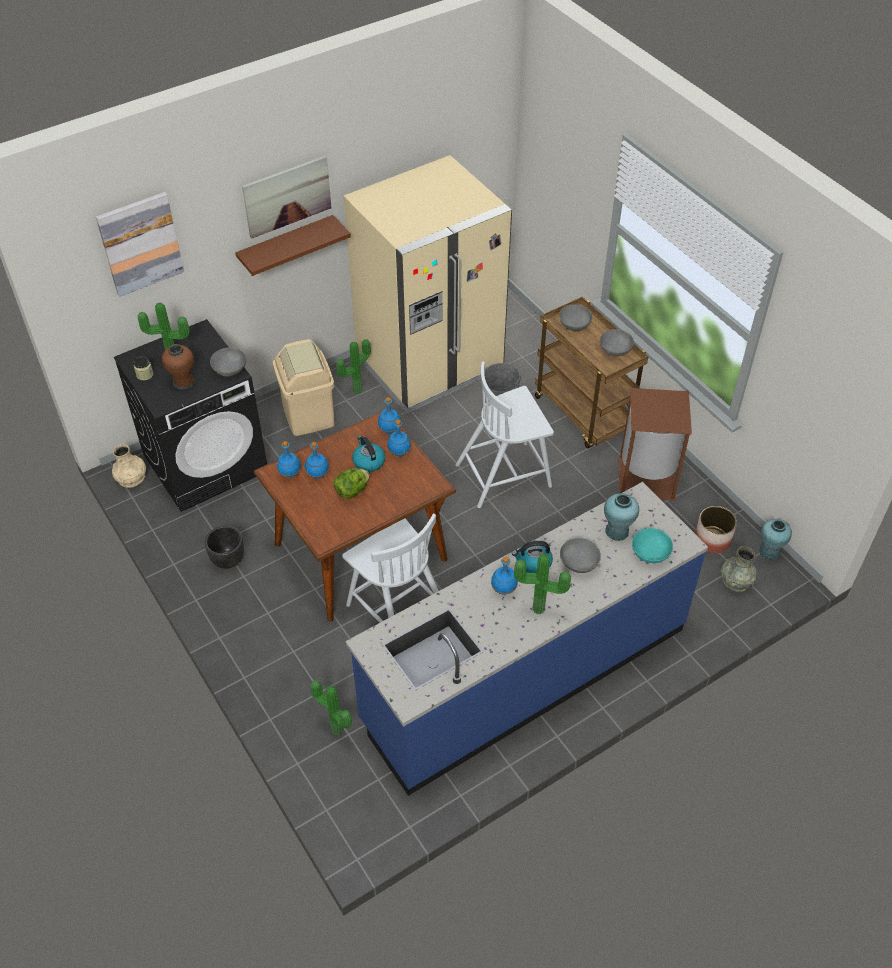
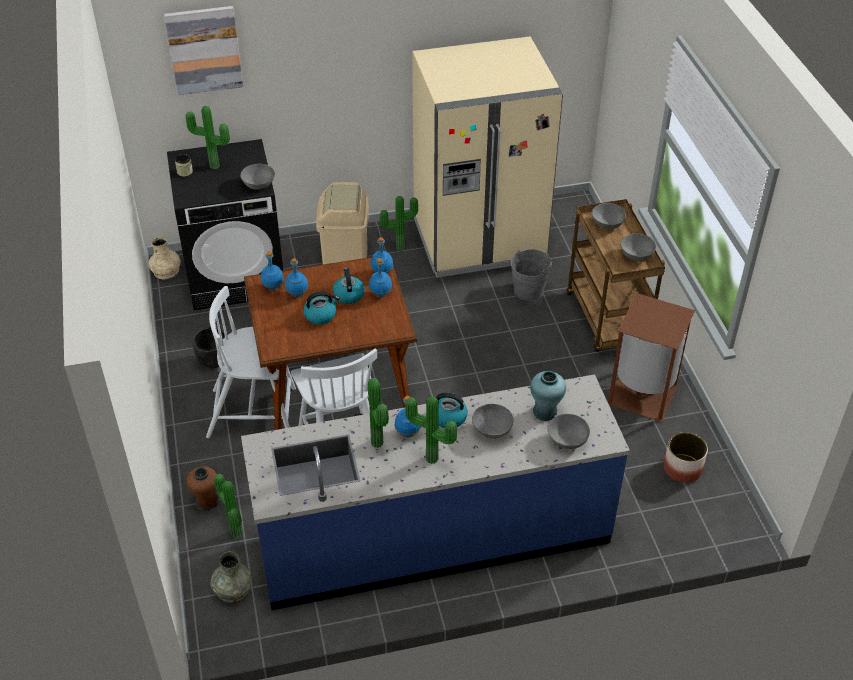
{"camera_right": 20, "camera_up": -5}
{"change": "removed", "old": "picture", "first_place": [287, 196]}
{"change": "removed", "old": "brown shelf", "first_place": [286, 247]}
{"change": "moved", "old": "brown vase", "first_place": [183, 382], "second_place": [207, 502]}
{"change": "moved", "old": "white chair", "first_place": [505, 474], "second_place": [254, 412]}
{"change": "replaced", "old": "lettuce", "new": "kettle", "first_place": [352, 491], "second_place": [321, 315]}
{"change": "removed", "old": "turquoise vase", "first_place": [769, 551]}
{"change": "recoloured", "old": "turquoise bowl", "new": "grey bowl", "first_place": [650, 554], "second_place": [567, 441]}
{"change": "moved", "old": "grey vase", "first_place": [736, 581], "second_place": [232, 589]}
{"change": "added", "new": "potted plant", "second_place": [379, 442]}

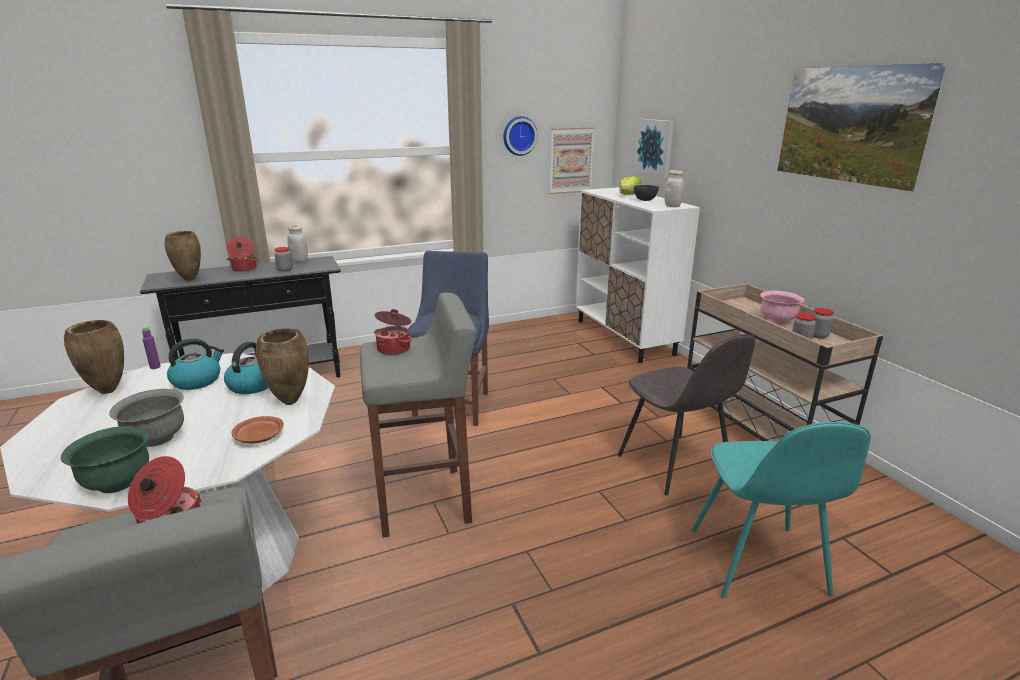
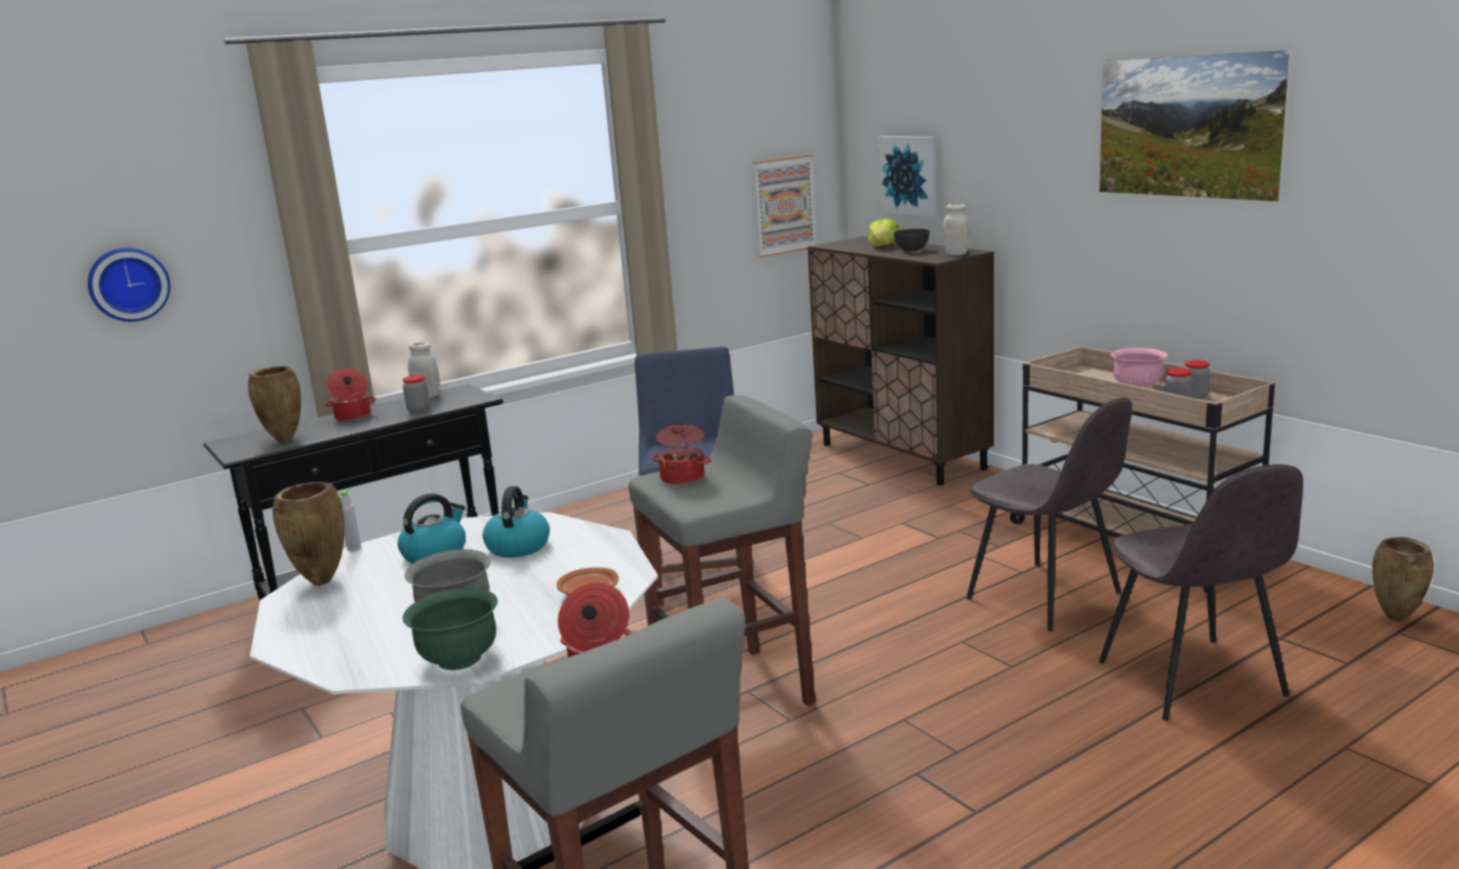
{"camera_right": -10, "camera_up": -5}
{"change": "moved", "old": "wall clock", "first_place": [519, 136], "second_place": [128, 284]}
{"change": "recoloured", "old": "white cabinet", "new": "brown cabinet", "first_place": [624, 337], "second_place": [902, 456]}
{"change": "recoloured", "old": "purple bottle", "new": "grey bottle", "first_place": [155, 367], "second_place": [354, 548]}
{"change": "moved", "old": "brown vase", "first_place": [290, 402], "second_place": [1397, 619]}
{"change": "recoloured", "old": "turquoise chair", "new": "grey chair", "first_place": [758, 564], "second_place": [1193, 681]}

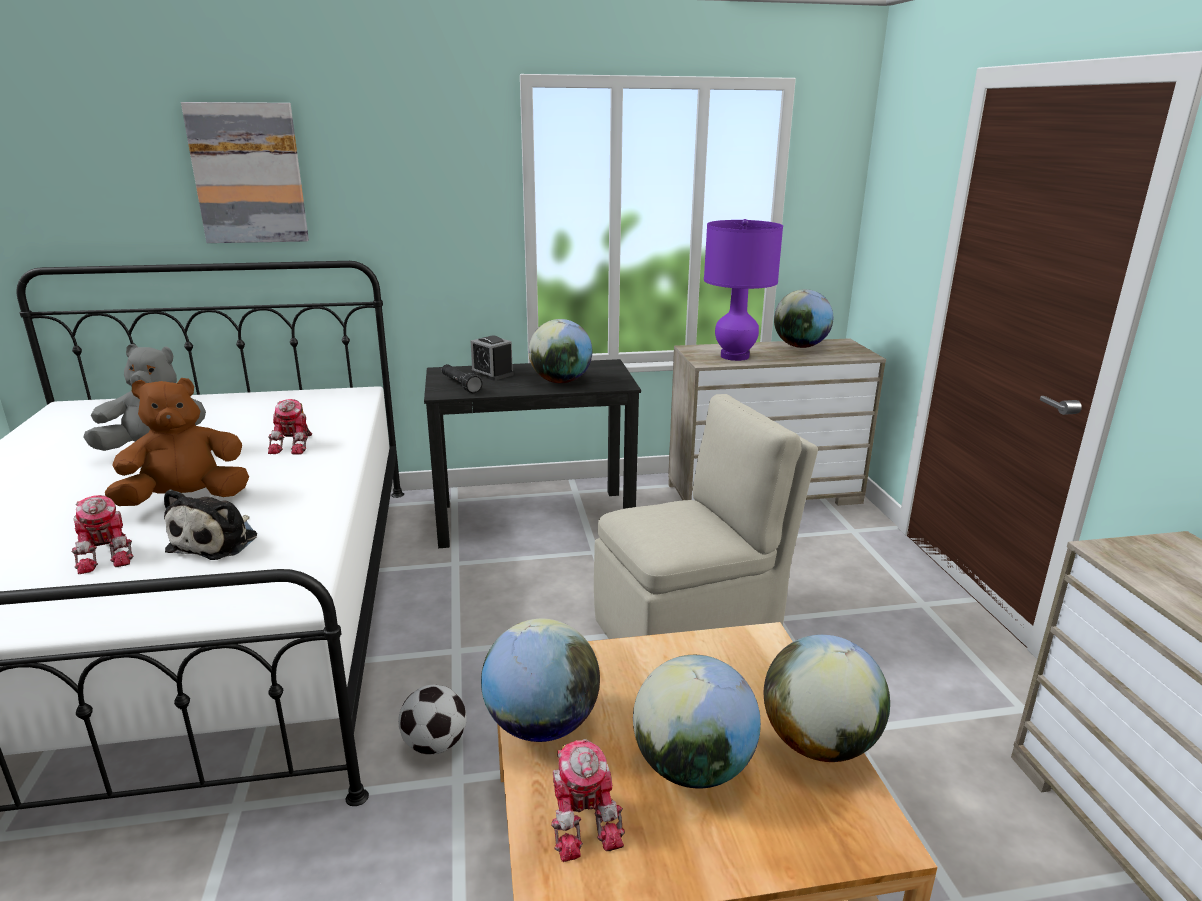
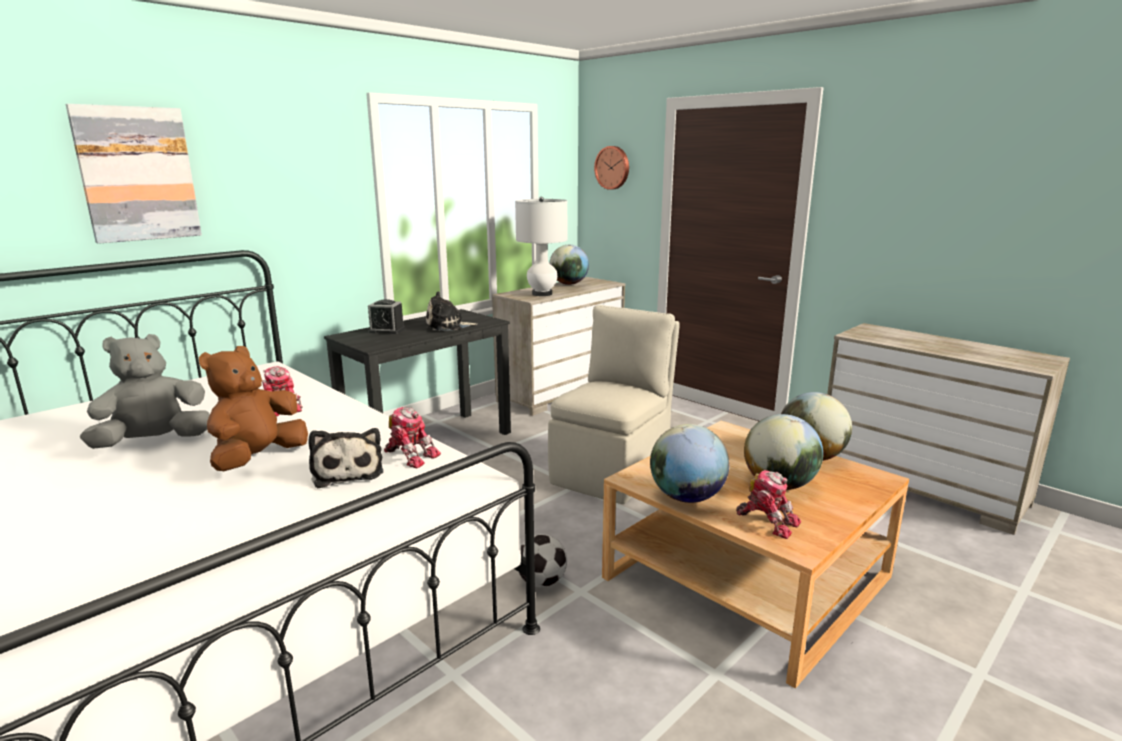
{"camera_right": -35, "camera_up": -5}
{"change": "recoloured", "old": "purple table lamp", "new": "white table lamp", "first_place": [734, 356], "second_place": [542, 294]}
{"change": "replaced", "old": "globe", "new": "plush toy", "first_place": [560, 381], "second_place": [447, 326]}
{"change": "removed", "old": "black flashlight", "first_place": [460, 385]}
{"change": "moved", "old": "toy robot", "first_place": [109, 554], "second_place": [410, 455]}
{"change": "added", "new": "wall clock", "second_place": [613, 167]}

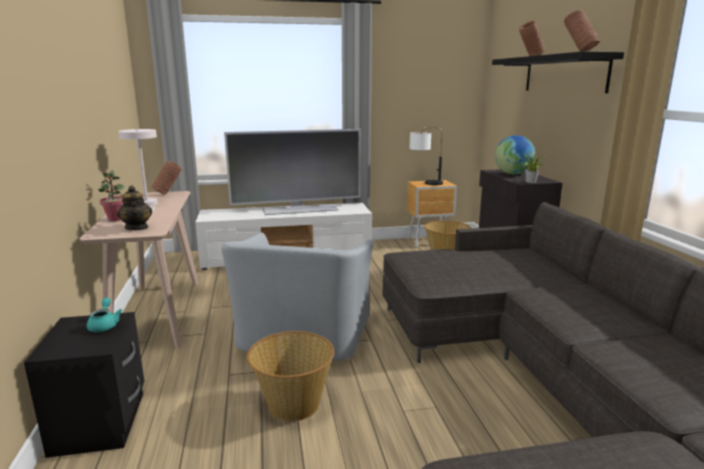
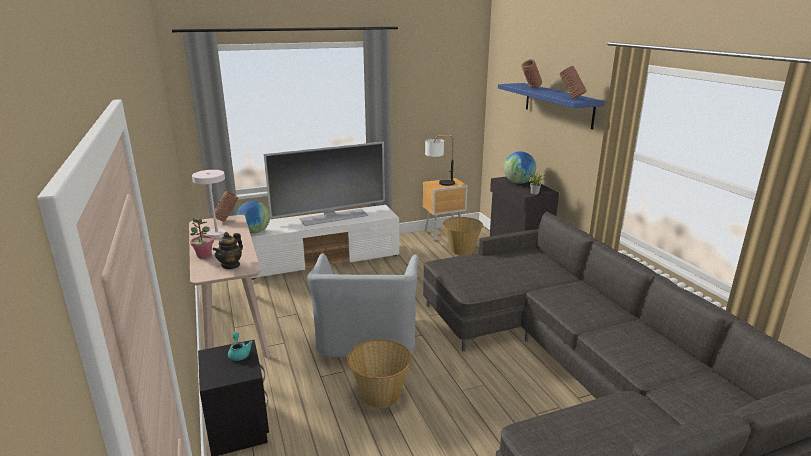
{"camera_right": -10, "camera_up": 5}
{"change": "recoloured", "old": "black shelf", "new": "blue shelf", "first_place": [564, 74], "second_place": [558, 104]}
{"change": "turned", "old": "teapot", "first_place": [137, 228], "second_place": [231, 265], "degrees": 60}
{"change": "added", "new": "globe", "second_place": [255, 231]}

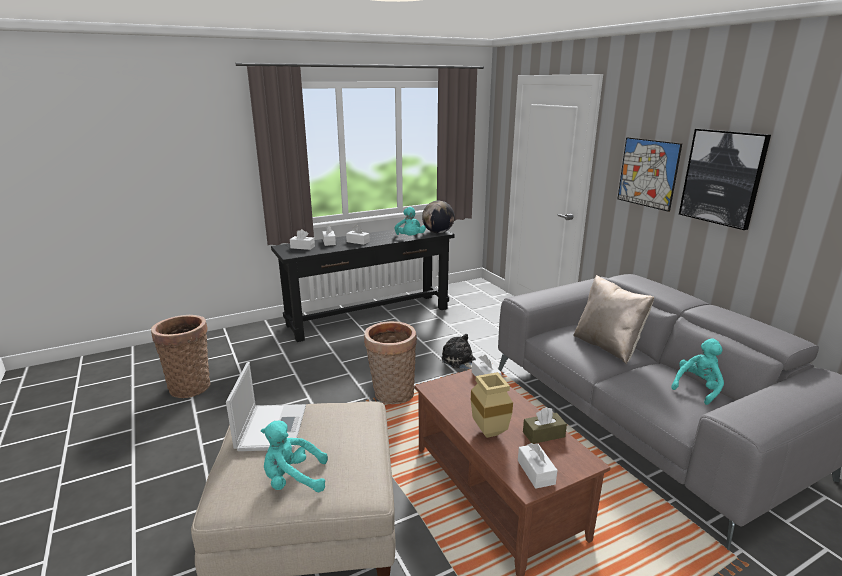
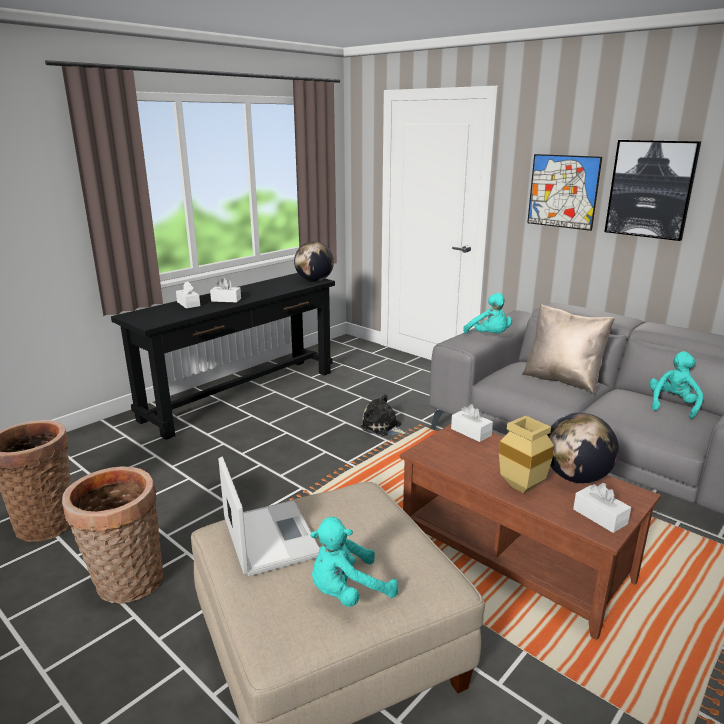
{"camera_right": -20, "camera_up": 0}
{"change": "moved", "old": "turquoise plush toy", "first_place": [410, 238], "second_place": [489, 336]}
{"change": "removed", "old": "white tissue box", "first_place": [302, 247]}
{"change": "moved", "old": "basket", "first_place": [391, 394], "second_place": [126, 584]}
{"change": "replaced", "old": "brown tissue box", "new": "globe", "first_place": [543, 434], "second_place": [575, 477]}

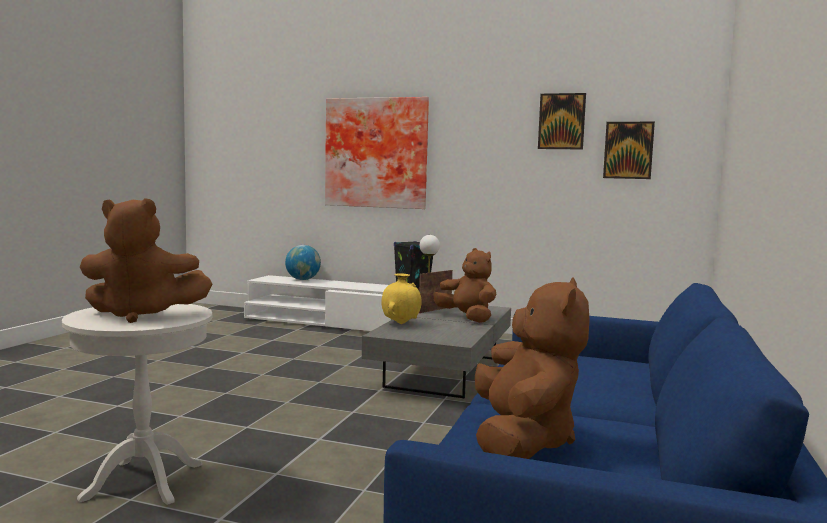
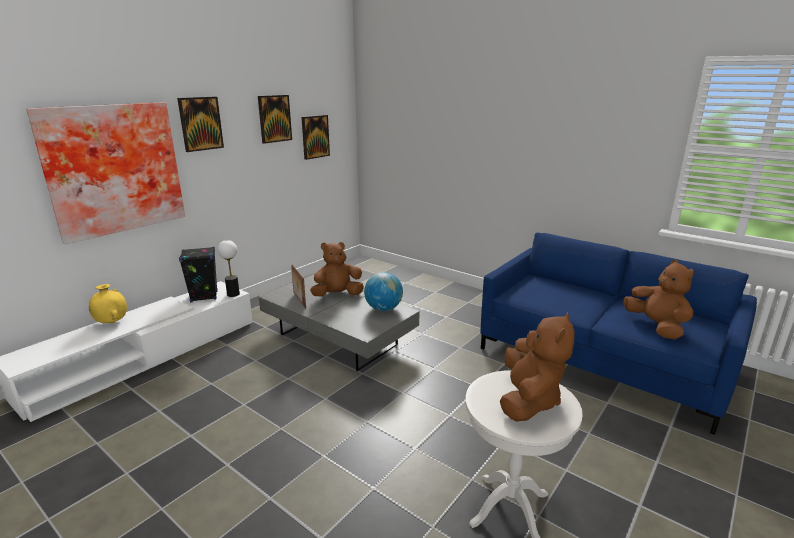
{"camera_right": -70, "camera_up": 15}
{"change": "moved", "old": "globe", "first_place": [303, 279], "second_place": [383, 309]}
{"change": "moved", "old": "yellow vase", "first_place": [400, 323], "second_place": [112, 322]}
{"change": "turned", "old": "brown plush toy", "first_place": [522, 441], "second_place": [656, 327], "degrees": 45}
{"change": "added", "new": "picture", "second_place": [200, 123]}

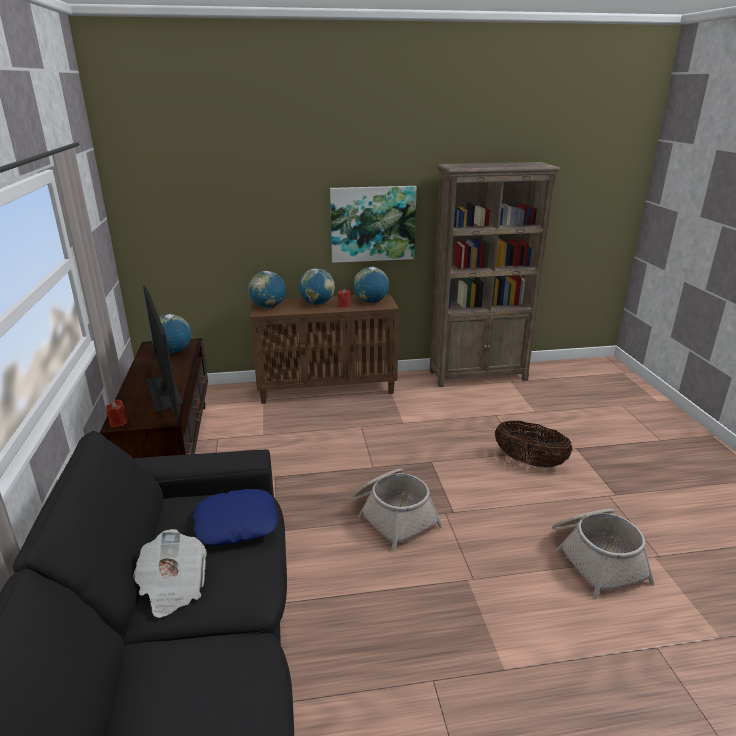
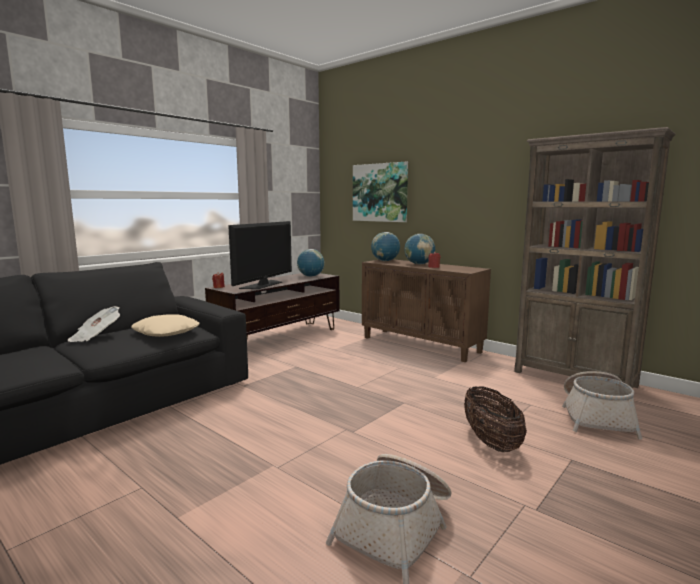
{"camera_right": 50, "camera_up": -15}
{"change": "moved", "old": "picture", "first_place": [373, 224], "second_place": [380, 192]}
{"change": "removed", "old": "globe", "first_place": [371, 302]}
{"change": "moved", "old": "basket", "first_place": [393, 516], "second_place": [596, 417]}
{"change": "recoloured", "old": "blue pillow", "new": "beige pillow", "first_place": [236, 523], "second_place": [166, 332]}

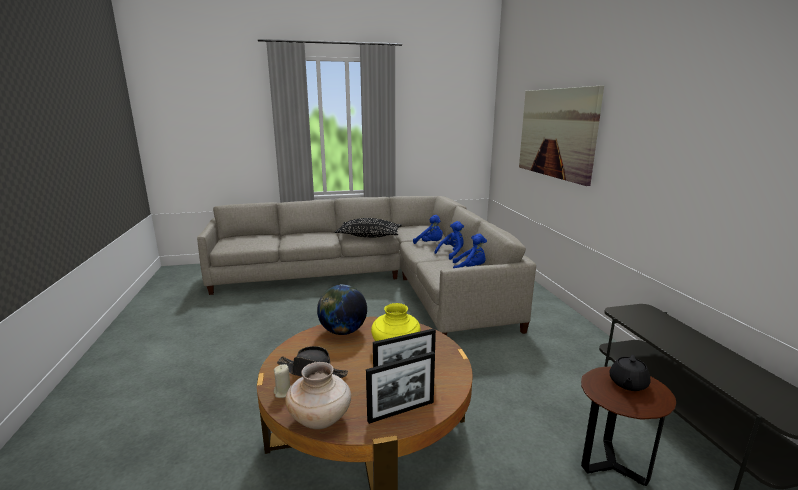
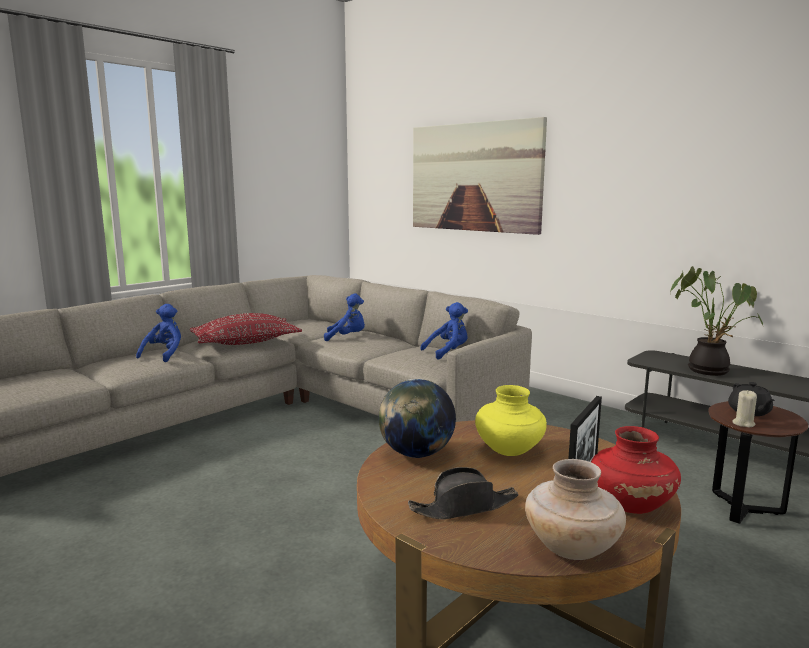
{"camera_right": -35, "camera_up": -5}
{"change": "recoloured", "old": "black pillow", "new": "red pillow", "first_place": [369, 236], "second_place": [246, 342]}
{"change": "moved", "old": "blue plush toy", "first_place": [451, 253], "second_place": [164, 355]}
{"change": "replaced", "old": "picture frame", "new": "red vase", "first_place": [401, 411], "second_place": [630, 505]}
{"change": "moved", "old": "beige candle", "first_place": [283, 392], "second_place": [743, 423]}
{"change": "added", "new": "potted plant", "second_place": [709, 370]}

